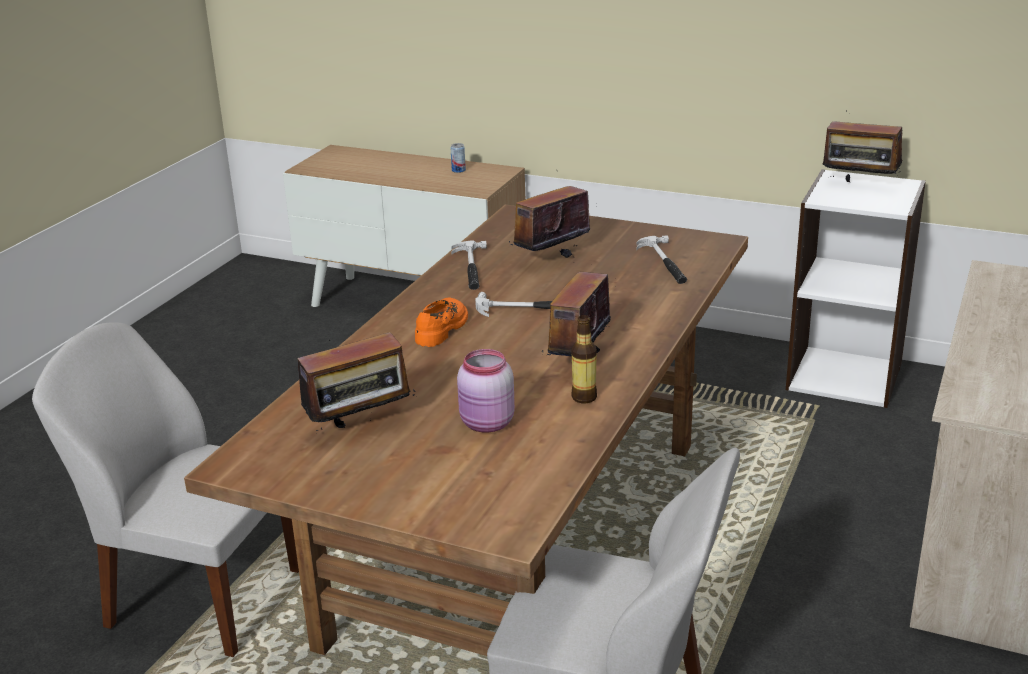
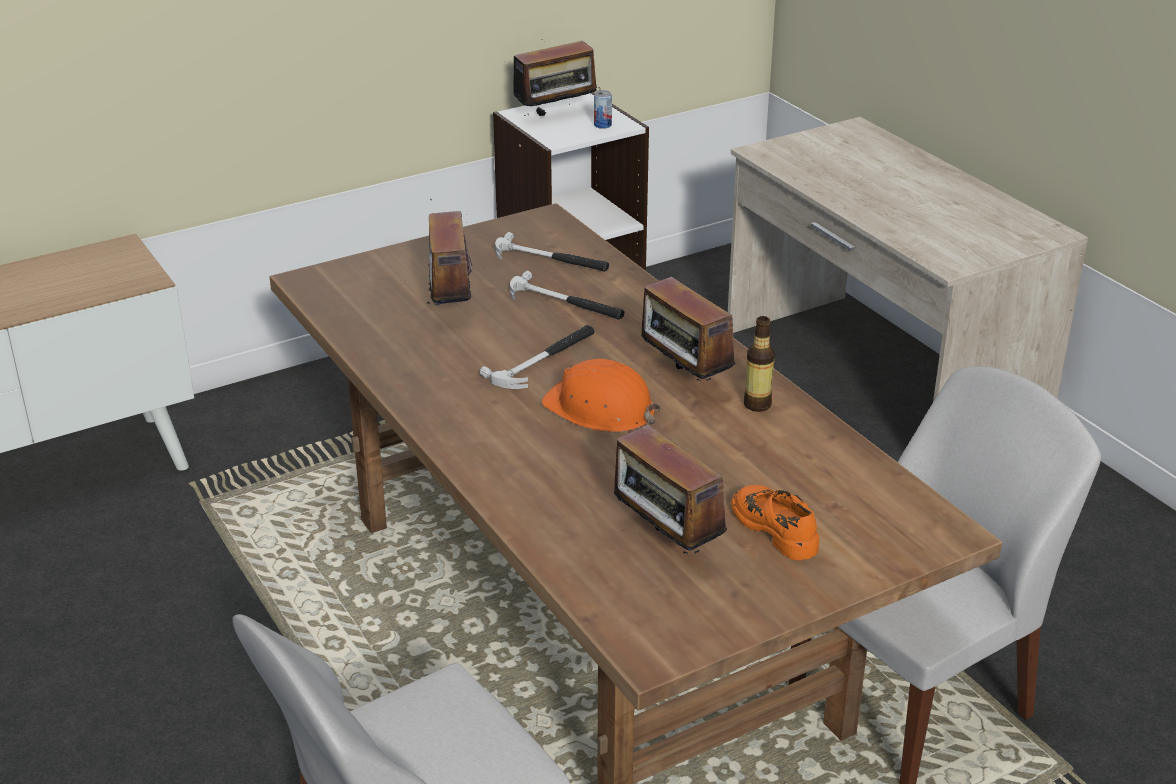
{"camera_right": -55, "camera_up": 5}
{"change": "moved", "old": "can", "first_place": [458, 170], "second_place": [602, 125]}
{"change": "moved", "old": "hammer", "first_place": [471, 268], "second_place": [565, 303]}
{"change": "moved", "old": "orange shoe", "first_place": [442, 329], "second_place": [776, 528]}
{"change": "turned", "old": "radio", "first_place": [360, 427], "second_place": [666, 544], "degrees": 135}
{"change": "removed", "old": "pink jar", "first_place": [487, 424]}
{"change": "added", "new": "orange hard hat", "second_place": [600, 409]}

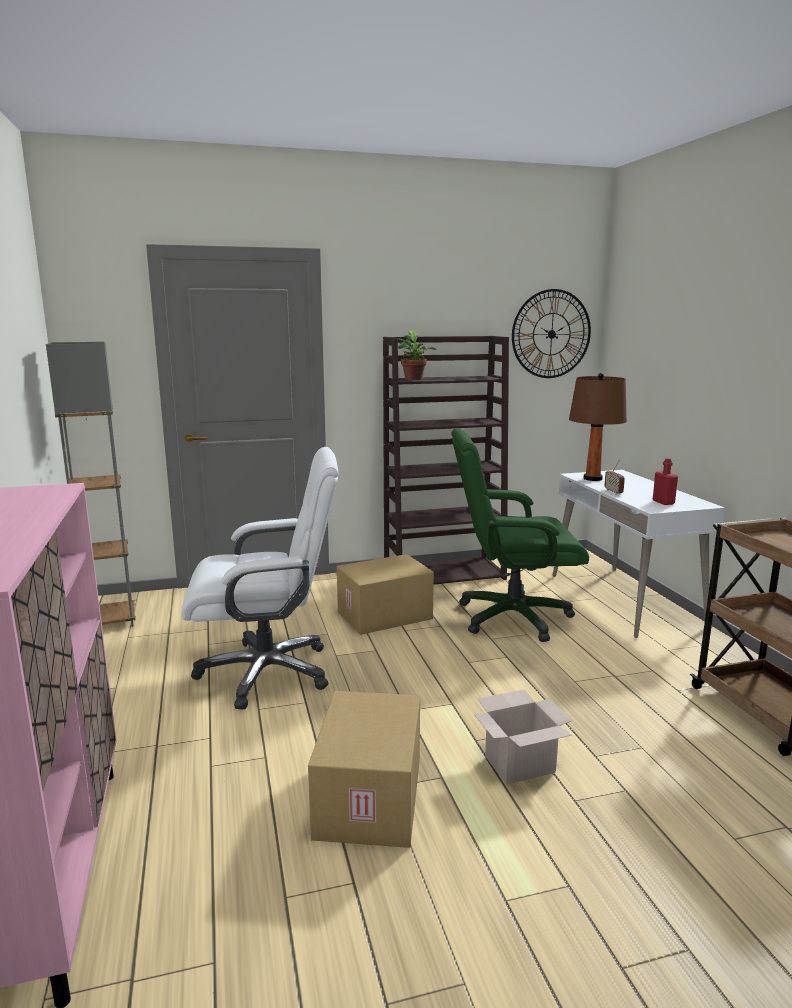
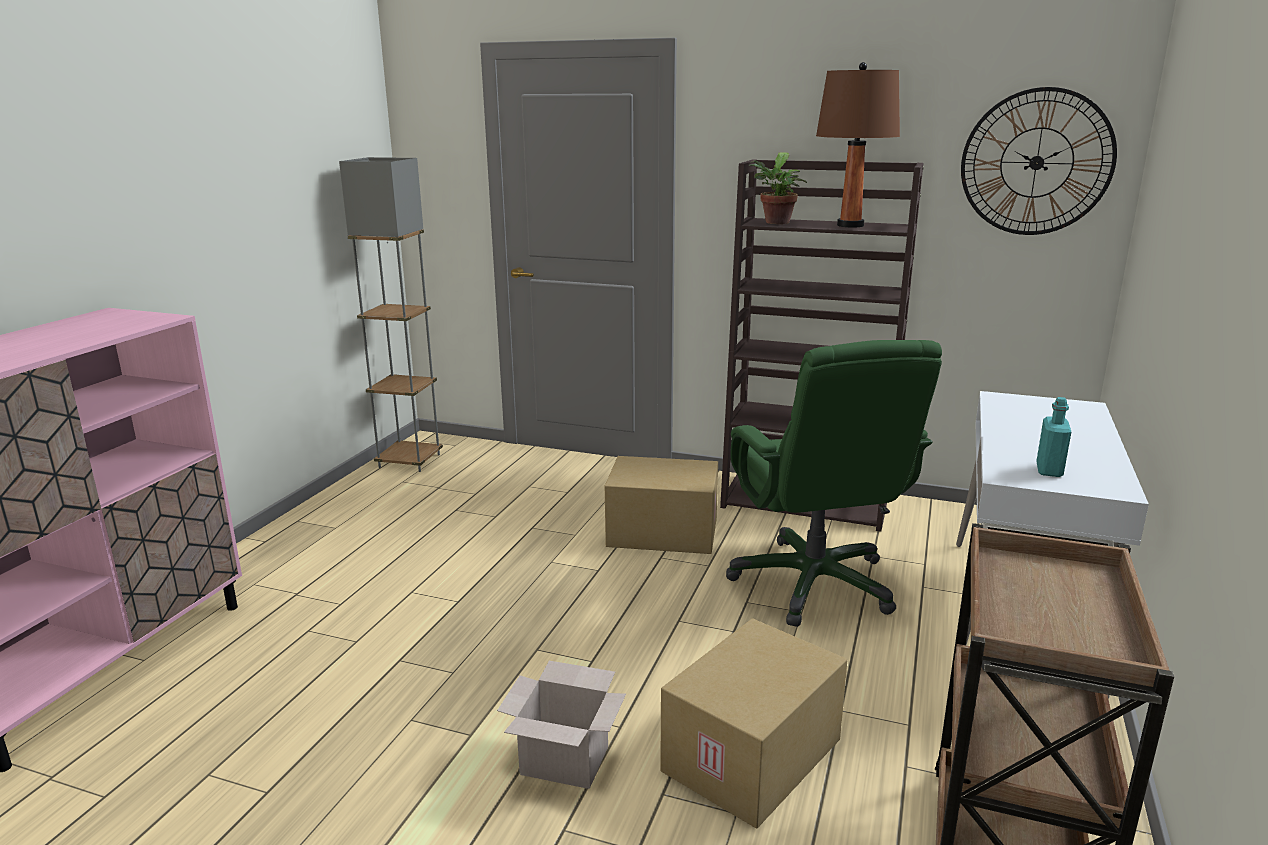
{"camera_right": 35, "camera_up": 5}
{"change": "moved", "old": "brown table lamp", "first_place": [592, 478], "second_place": [850, 225]}
{"change": "turned", "old": "green office chair", "first_place": [512, 617], "second_place": [814, 583], "degrees": -135}
{"change": "removed", "old": "white office chair", "first_place": [267, 672]}
{"change": "recoloured", "old": "red bottle", "new": "turquoise bottle", "first_place": [663, 502], "second_place": [1049, 470]}
{"change": "removed", "old": "radio", "first_place": [613, 492]}
{"change": "moved", "old": "cardboard box", "first_place": [371, 798], "second_place": [753, 757]}

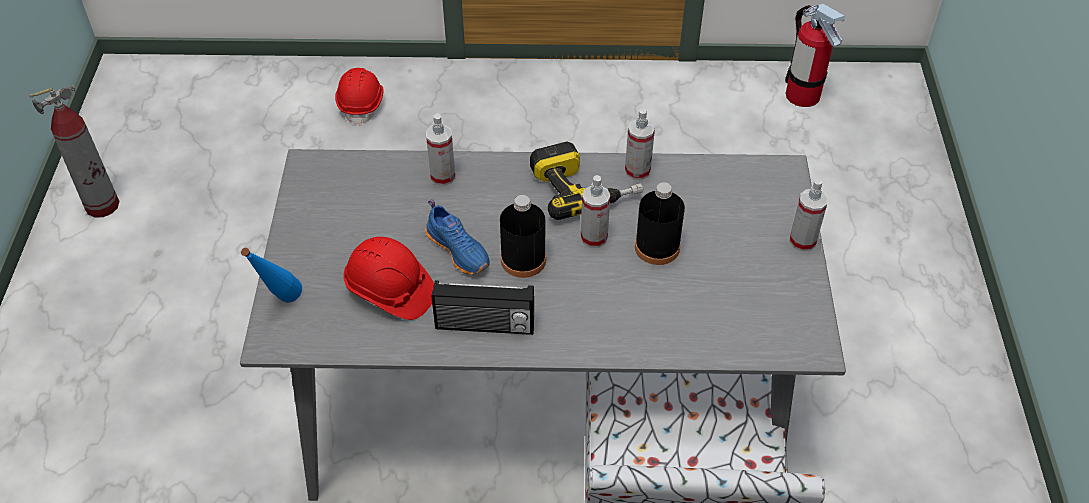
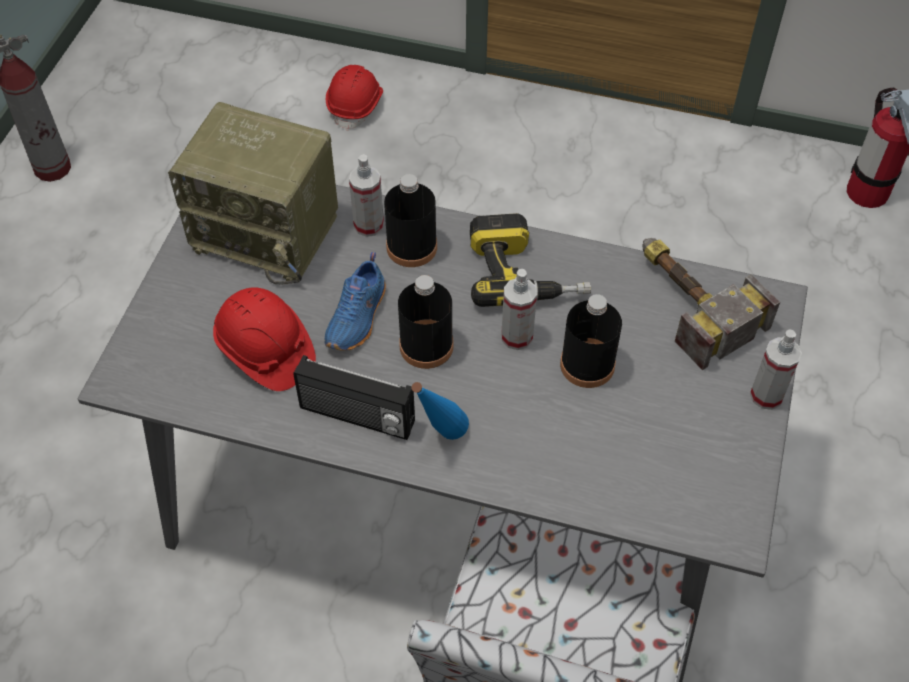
{"camera_right": 15, "camera_up": 5}
{"change": "removed", "old": "spray bottle", "first_place": [637, 171]}
{"change": "turned", "old": "blue shoe", "first_place": [459, 249], "second_place": [358, 318], "degrees": 45}
{"change": "moved", "old": "blue bottle", "first_place": [281, 304], "second_place": [440, 439]}
{"change": "added", "new": "radio", "second_place": [269, 232]}
{"change": "added", "new": "black bottle", "second_place": [411, 247]}
{"change": "added", "new": "hammer", "second_place": [687, 300]}

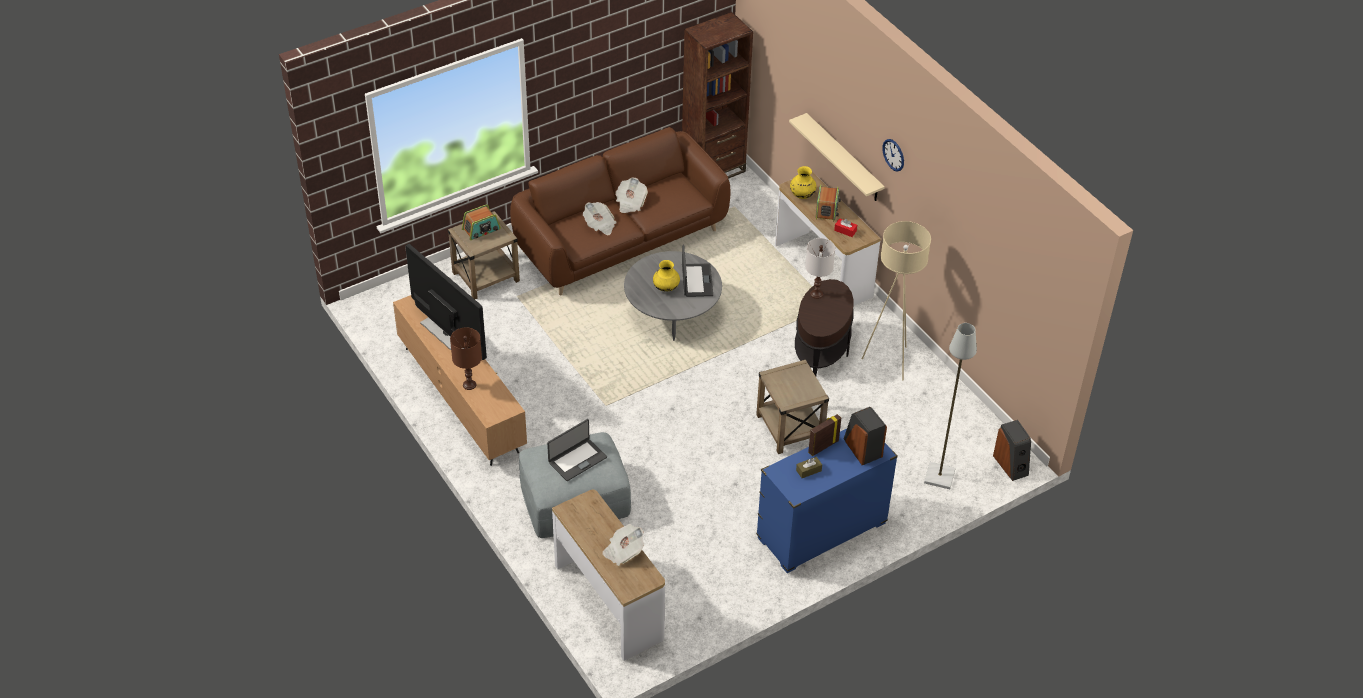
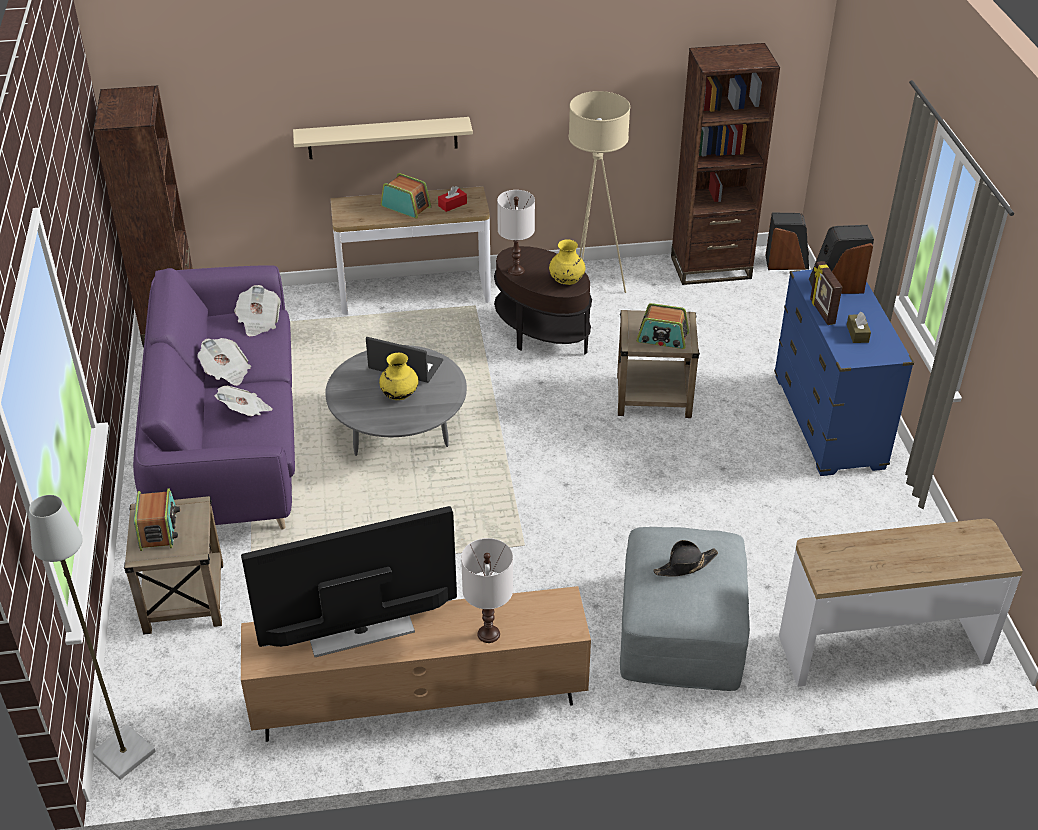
{"camera_right": -65, "camera_up": -5}
{"change": "recoloured", "old": "brown sofa", "new": "purple sofa", "first_place": [620, 241], "second_place": [227, 440]}
{"change": "removed", "old": "wall clock", "first_place": [893, 155]}
{"change": "moved", "old": "yellow vase", "first_place": [802, 195], "second_place": [566, 281]}
{"change": "moved", "old": "grey floor lamp", "first_place": [939, 476], "second_place": [123, 753]}
{"change": "recoloured", "old": "brown table lamp", "new": "white table lamp", "first_place": [469, 385], "second_place": [488, 634]}
{"change": "replaced", "old": "laptop", "new": "black hat", "first_place": [577, 459], "second_place": [685, 565]}
{"change": "moved", "old": "newspaper", "first_place": [623, 551], "second_place": [258, 321]}
{"change": "added", "new": "brown bookcase", "second_place": [711, 268]}
{"change": "added", "new": "radio", "second_place": [662, 338]}

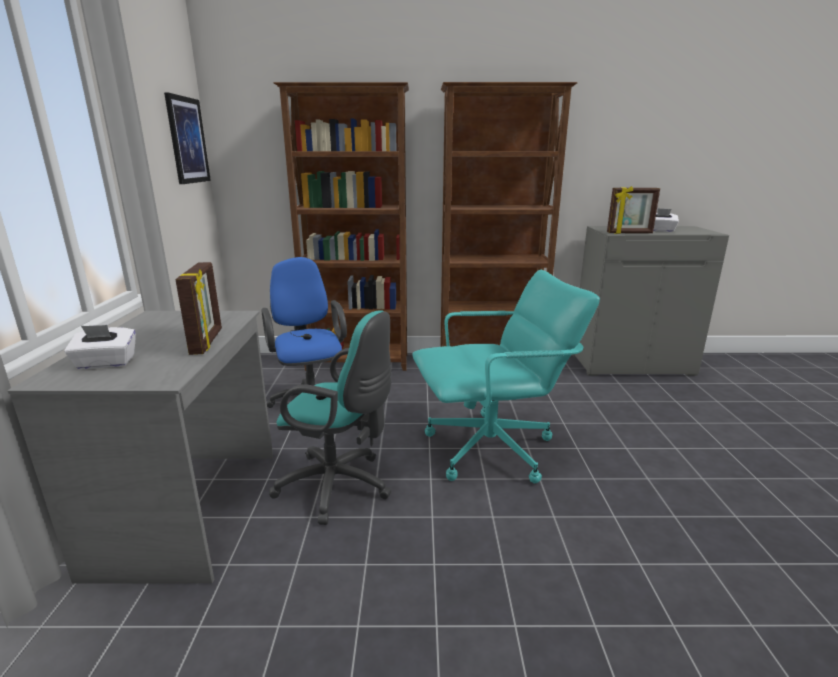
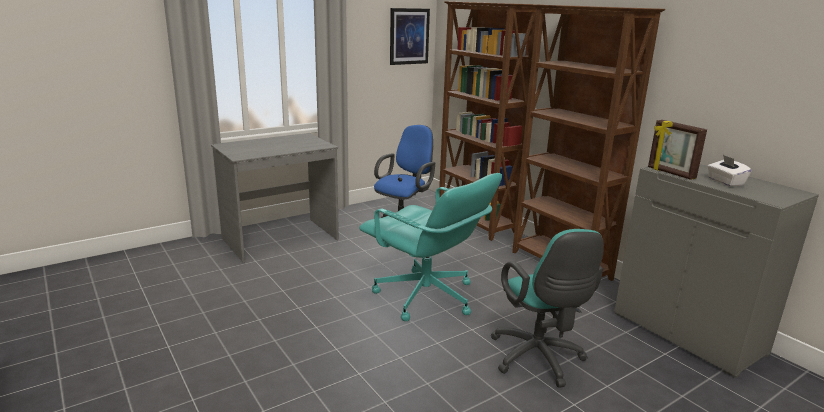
{"camera_right": 55, "camera_up": 0}
{"change": "removed", "old": "picture frame", "first_place": [207, 342]}
{"change": "moved", "old": "turquoise office chair", "first_place": [339, 487], "second_place": [538, 360]}
{"change": "removed", "old": "white tissue box", "first_place": [106, 363]}

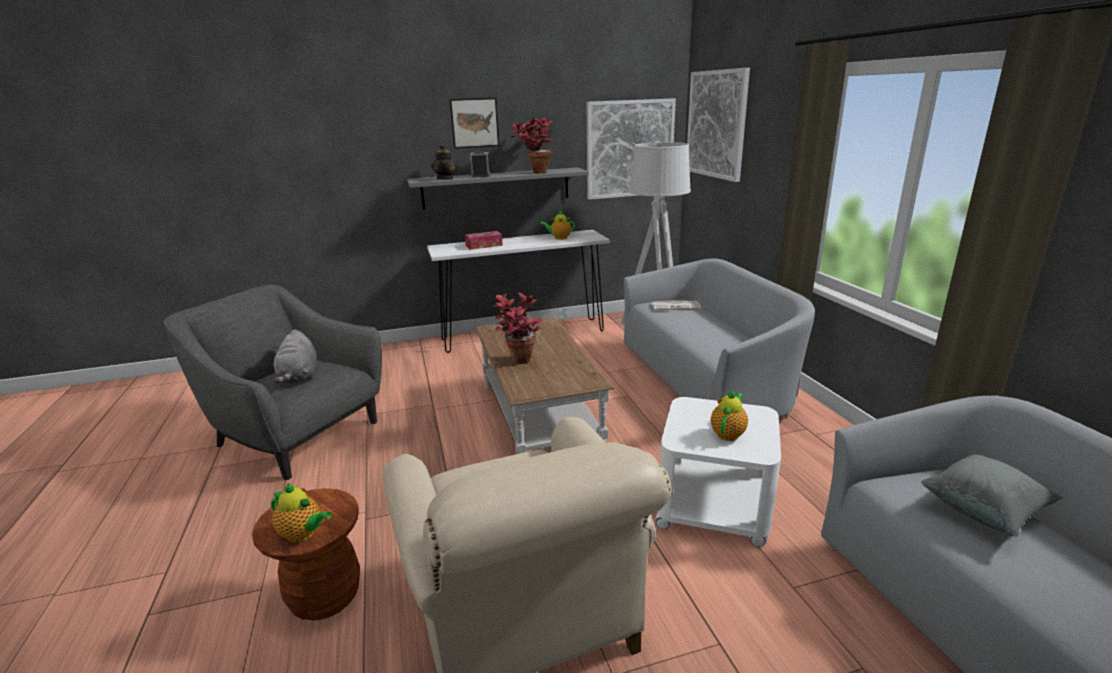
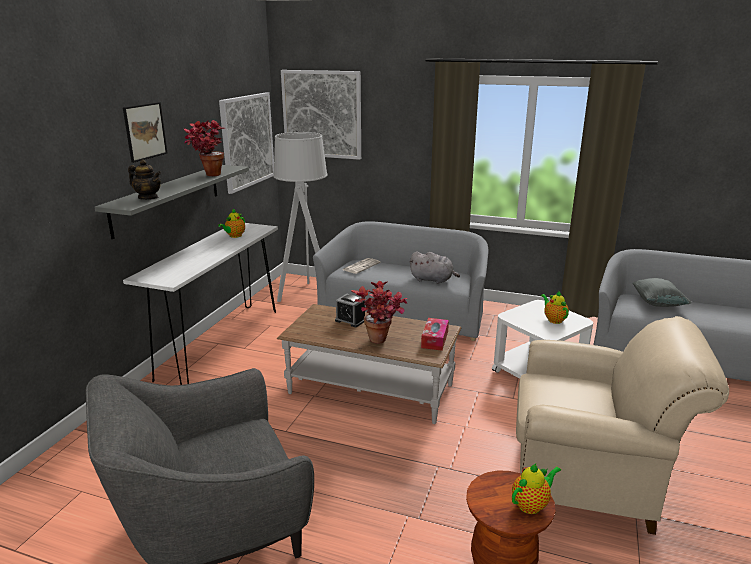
{"camera_right": -55, "camera_up": 0}
{"change": "moved", "old": "alarm clock", "first_place": [481, 175], "second_place": [350, 320]}
{"change": "moved", "old": "tissue box", "first_place": [484, 245], "second_place": [434, 339]}
{"change": "moved", "old": "grey plush toy", "first_place": [299, 376], "second_place": [433, 280]}

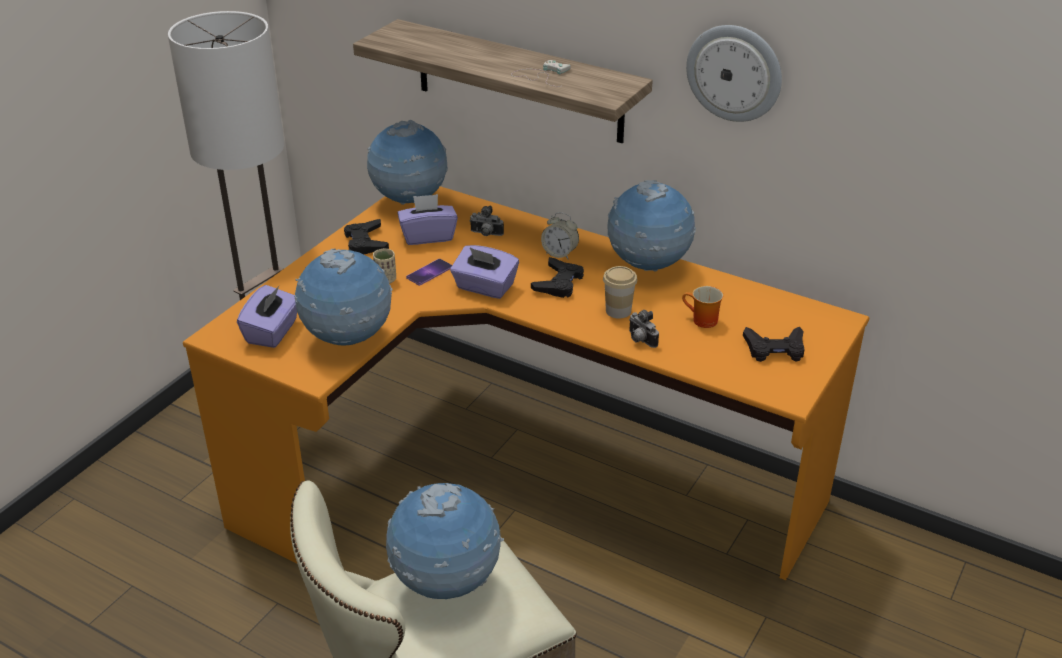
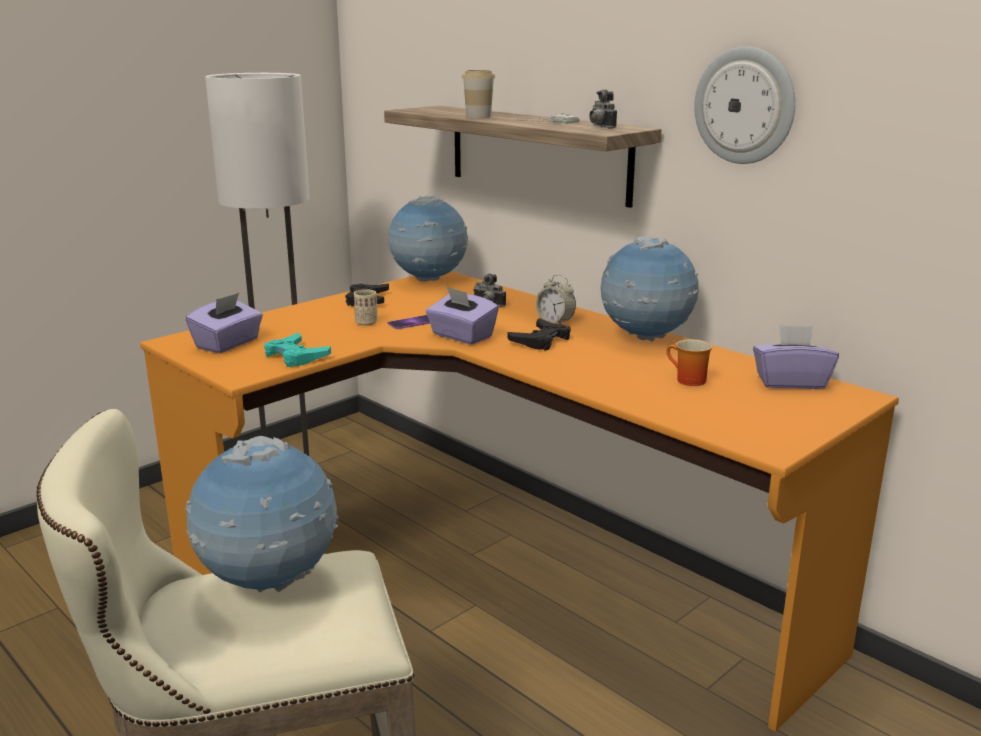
{"camera_right": 15, "camera_up": -15}
{"change": "moved", "old": "purple tissue box", "first_place": [428, 236], "second_place": [790, 382]}
{"change": "replaced", "old": "globe", "new": "turquoise game controller", "first_place": [348, 340], "second_place": [295, 356]}
{"change": "moved", "old": "cup", "first_place": [618, 311], "second_place": [478, 116]}
{"change": "moved", "old": "photo camera", "first_place": [640, 340], "second_place": [600, 127]}
{"change": "removed", "old": "black game controller", "first_place": [775, 349]}

